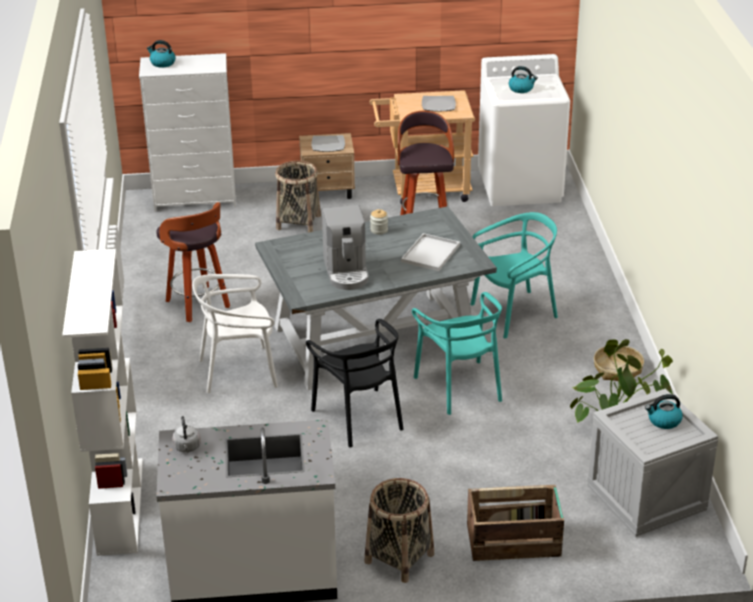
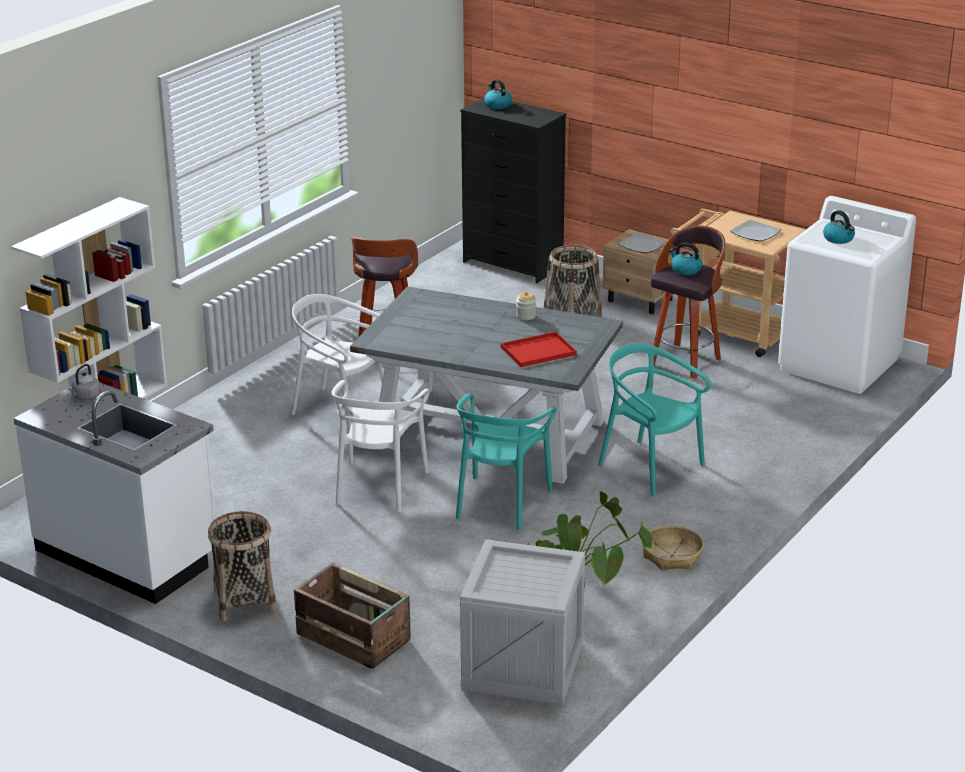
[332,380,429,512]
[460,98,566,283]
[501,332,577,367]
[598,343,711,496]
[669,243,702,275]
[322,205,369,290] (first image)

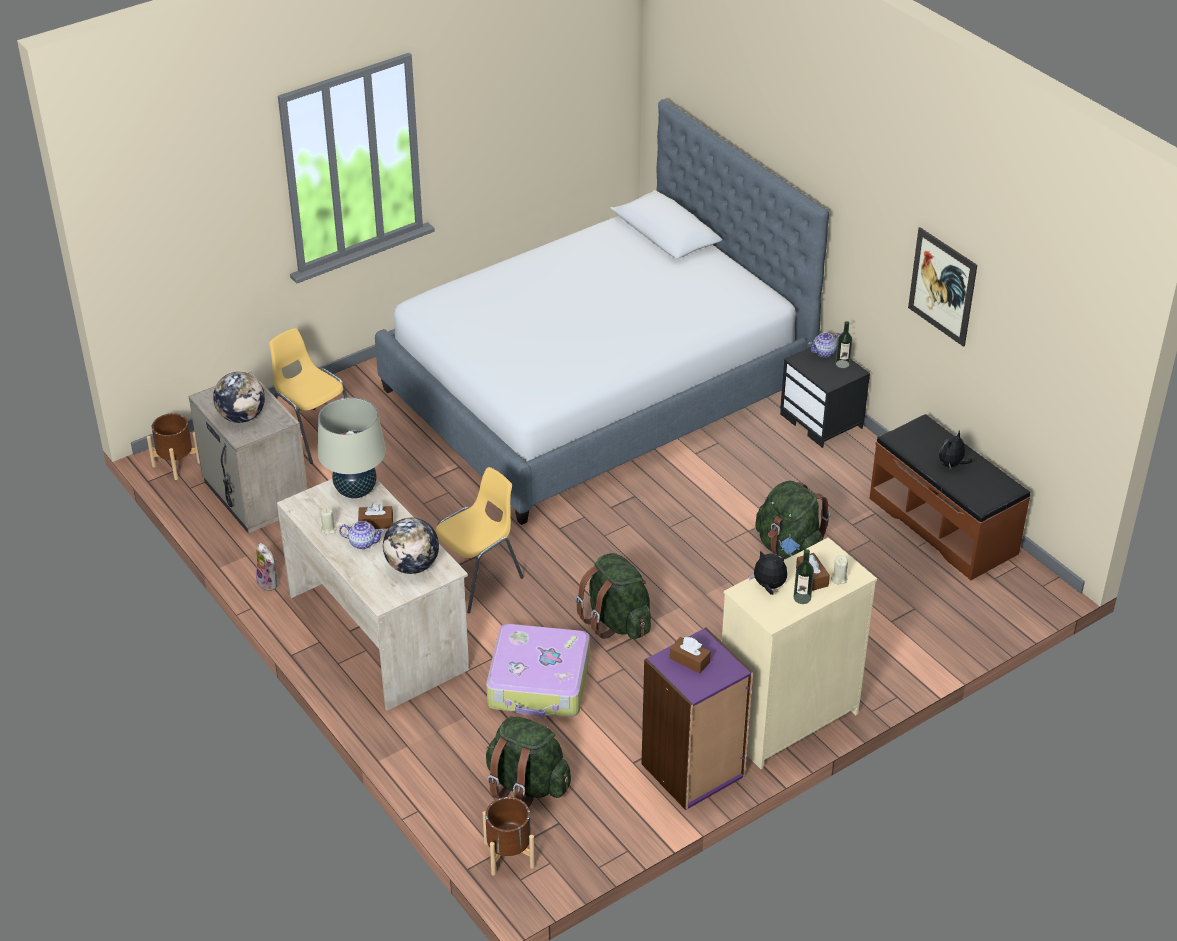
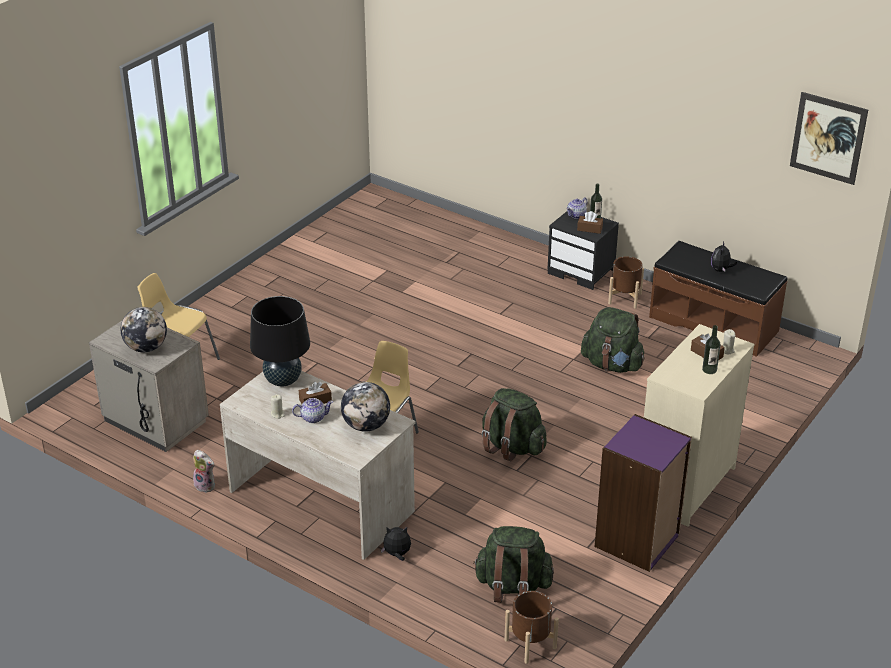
[250,296,310,386]
[381,527,411,561]
[577,211,603,234]
[608,256,644,309]
[790,92,868,185]
[375,99,829,525] (first image)
[486,624,590,717] (first image)

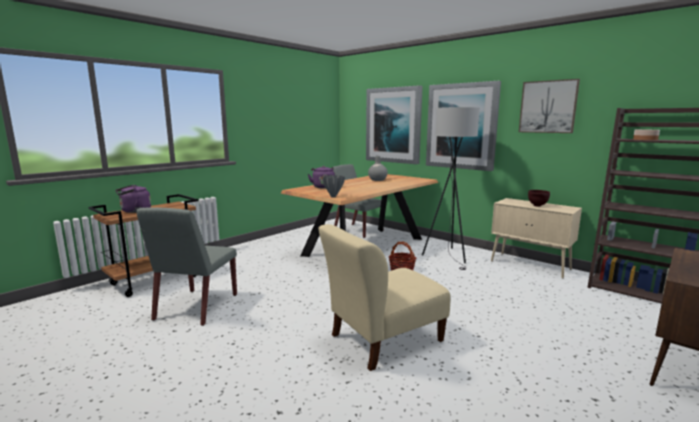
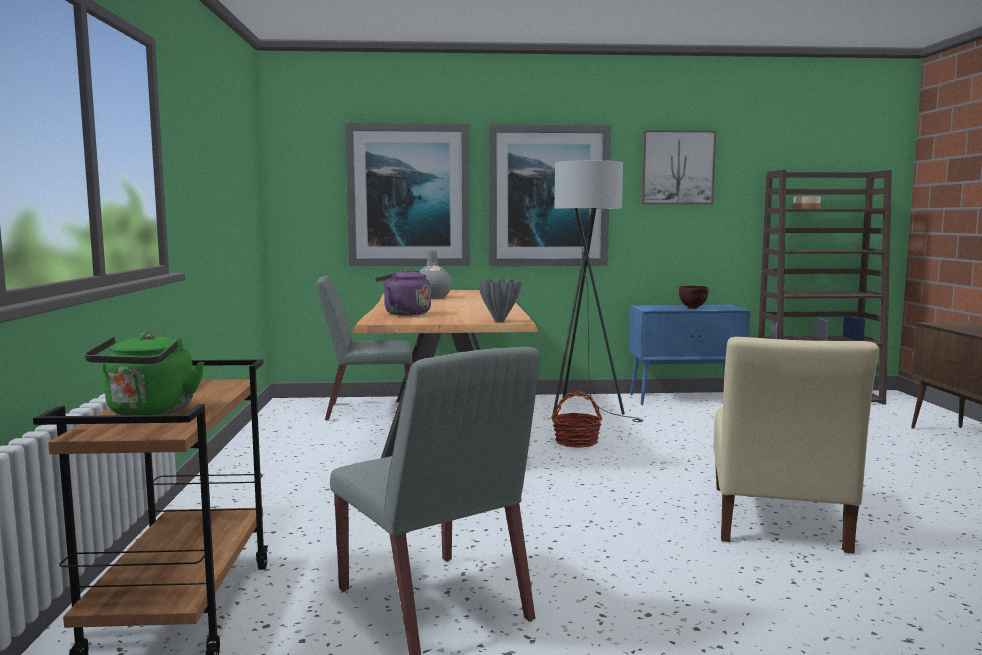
[85,332,205,415]
[629,305,751,405]

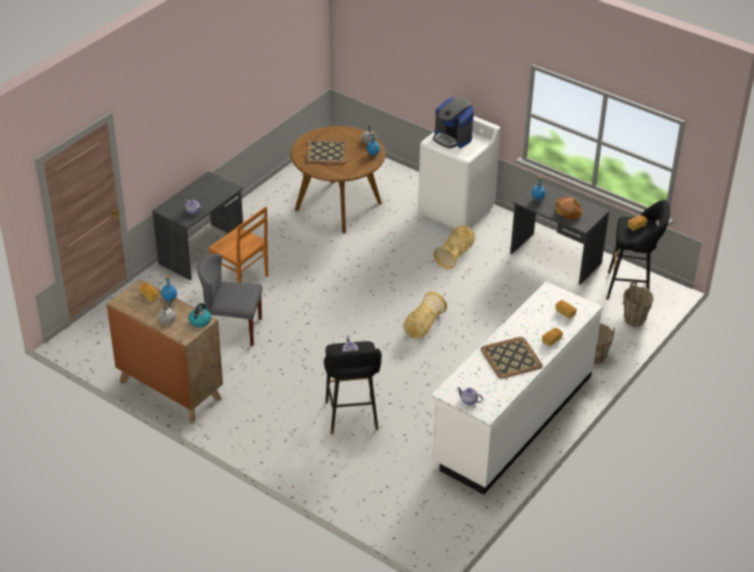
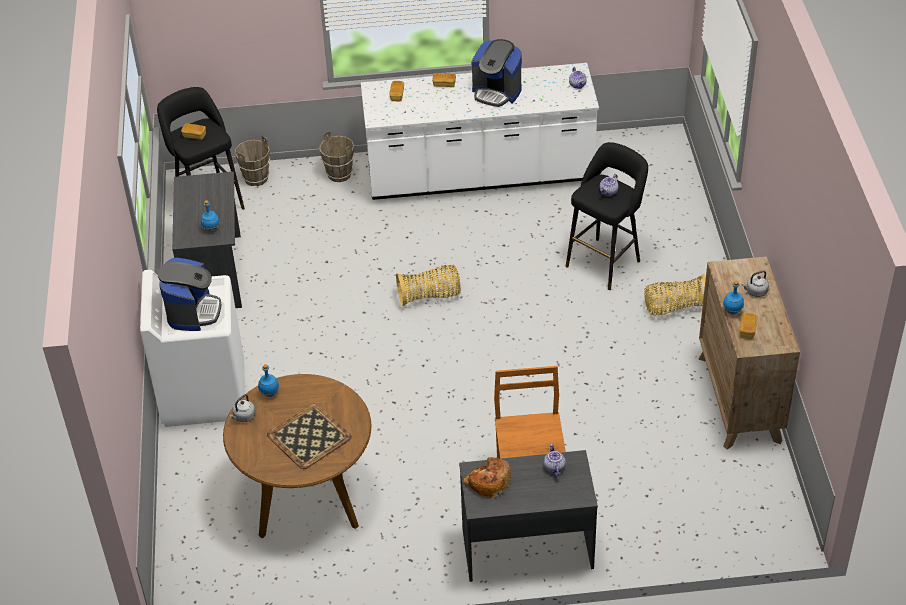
[464,457,511,498]
[471,39,522,107]
[644,274,706,316]
[188,303,211,327] (first image)
[198,253,263,346] (first image)

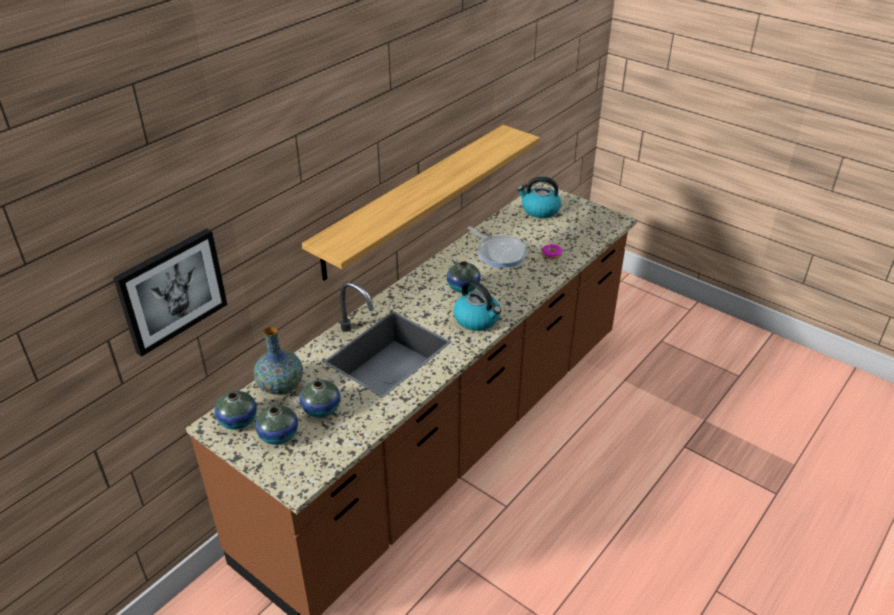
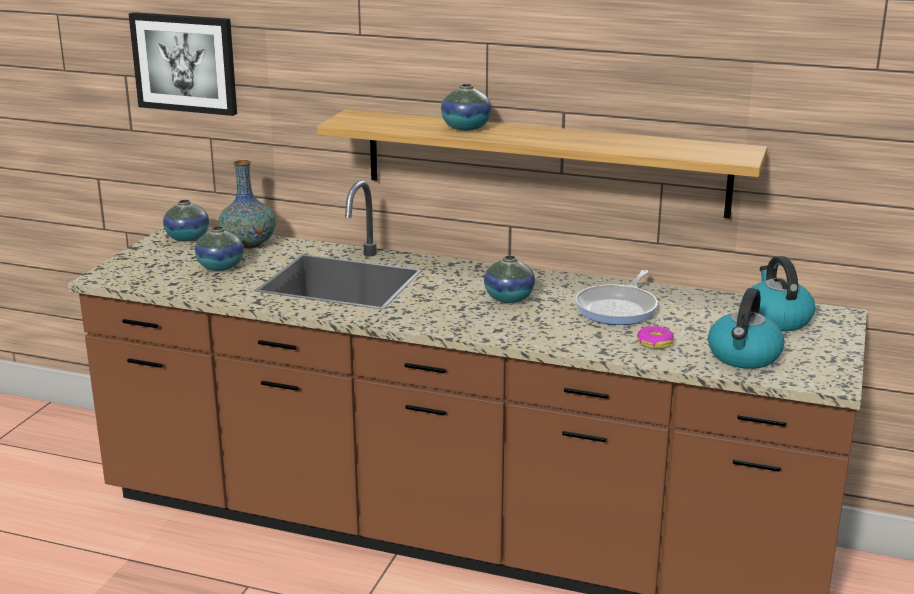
[441,84,492,131]
[708,288,784,369]

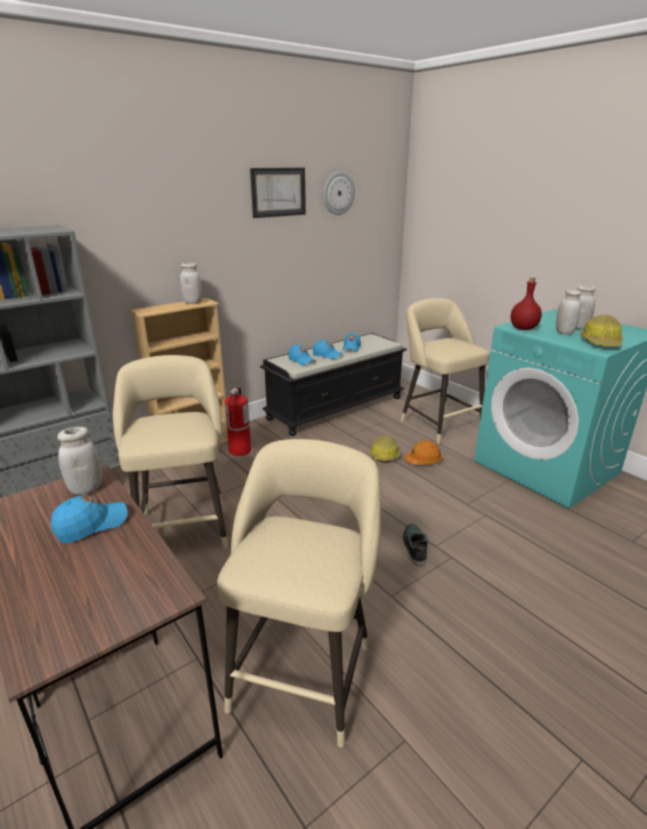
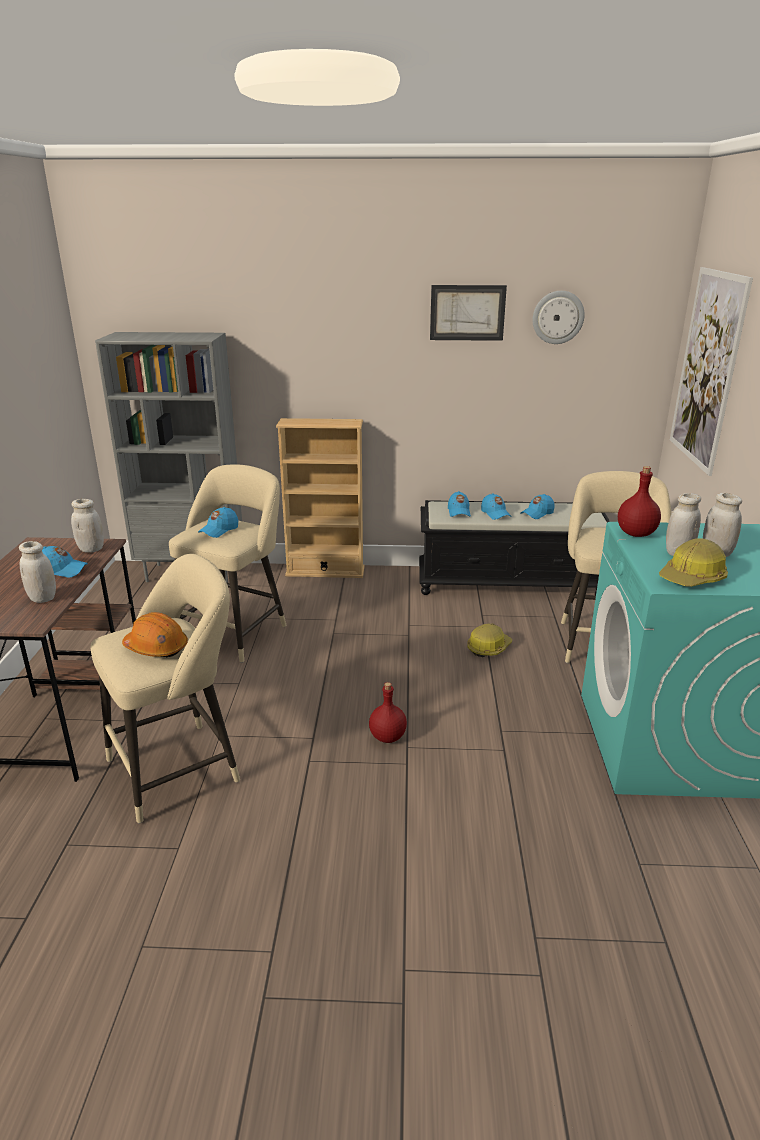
[19,541,56,603]
[122,612,188,658]
[198,507,238,538]
[369,682,407,743]
[670,267,753,476]
[225,387,251,456] (first image)

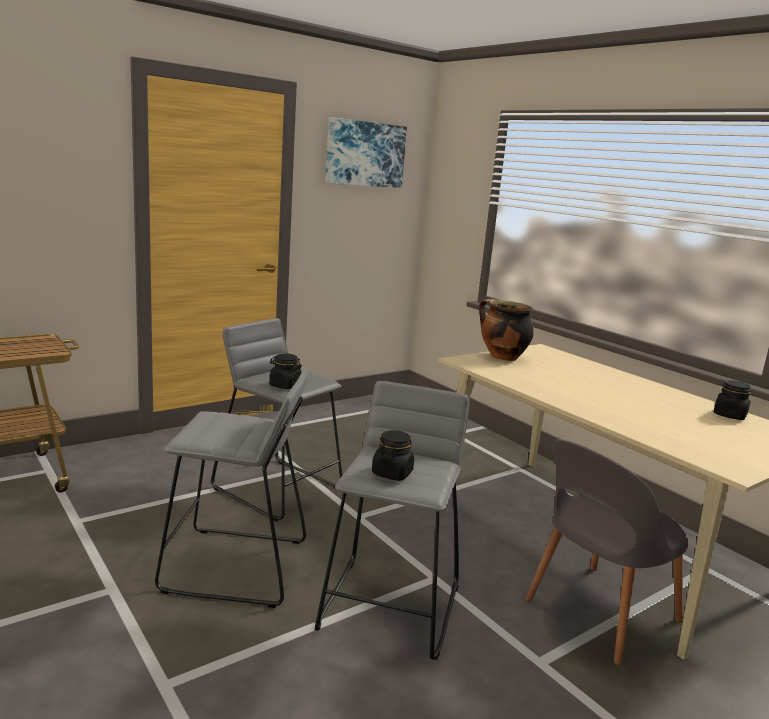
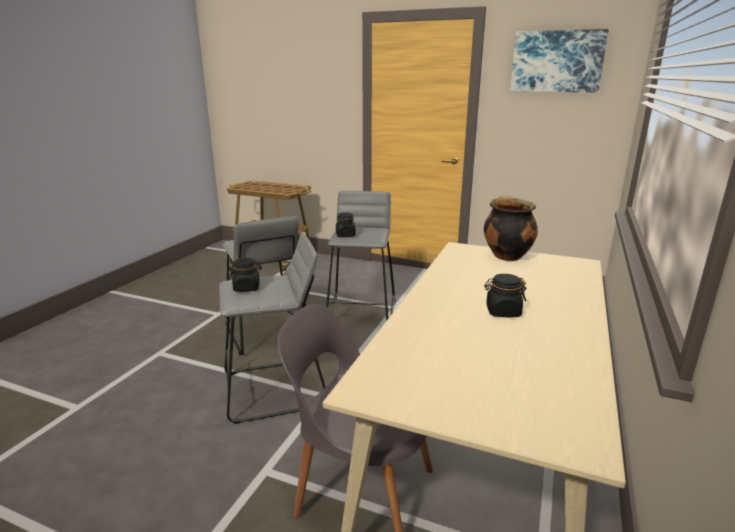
[484,274,527,317]

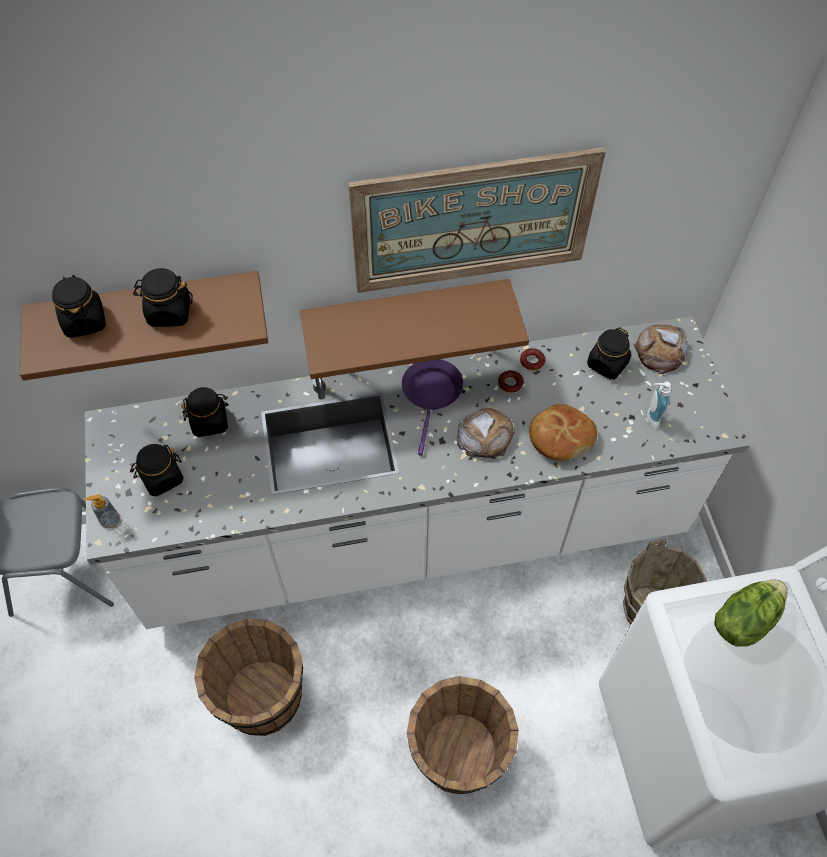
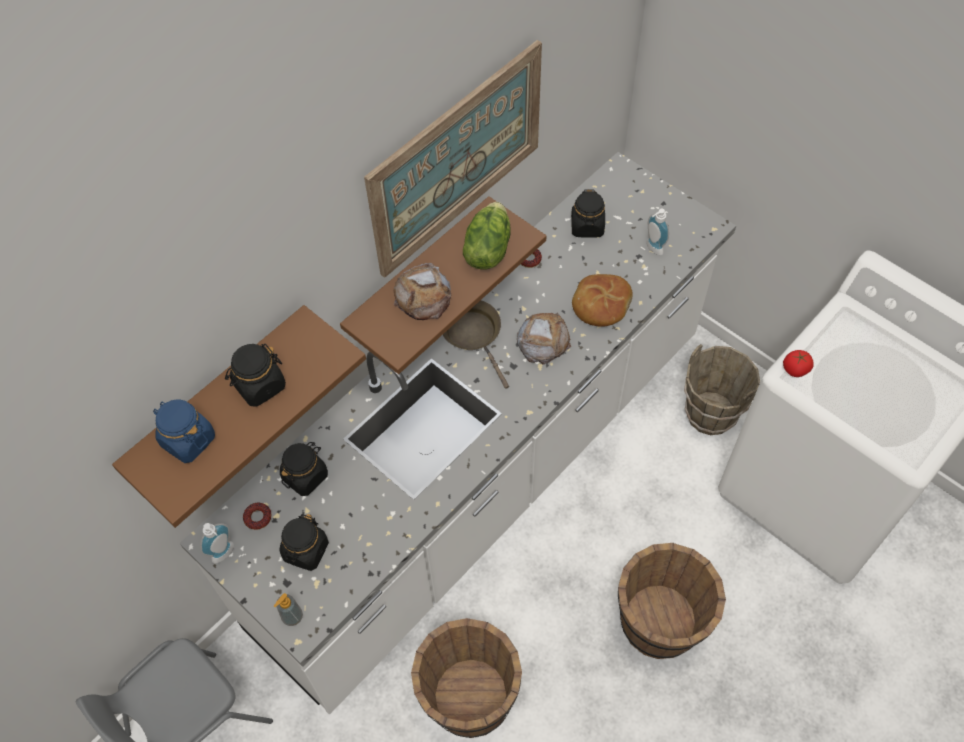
[153,399,215,463]
[200,523,234,564]
[243,503,272,530]
[394,263,451,320]
[443,300,509,389]
[463,202,511,270]
[783,350,814,377]

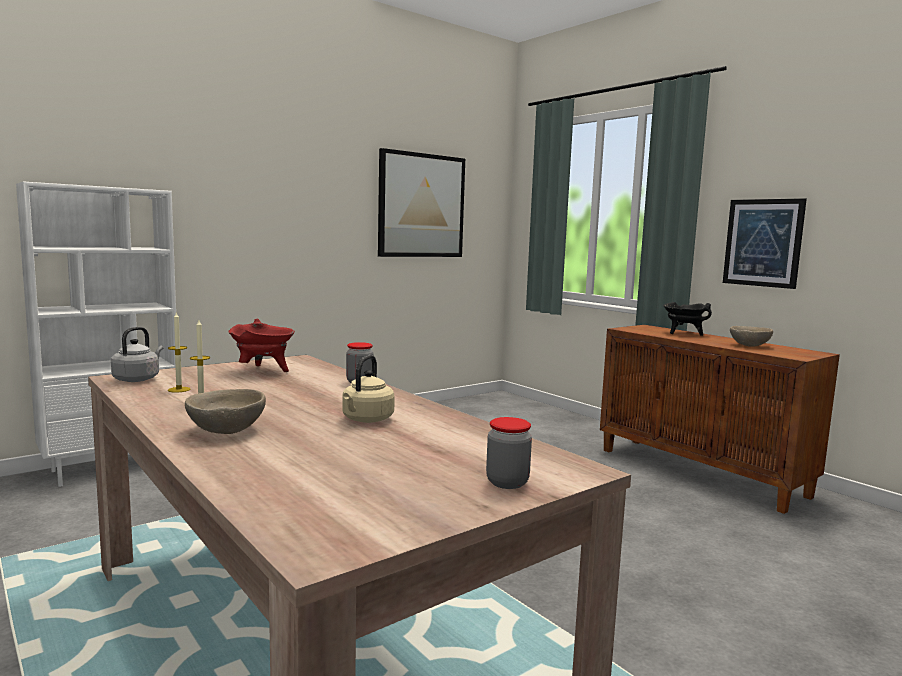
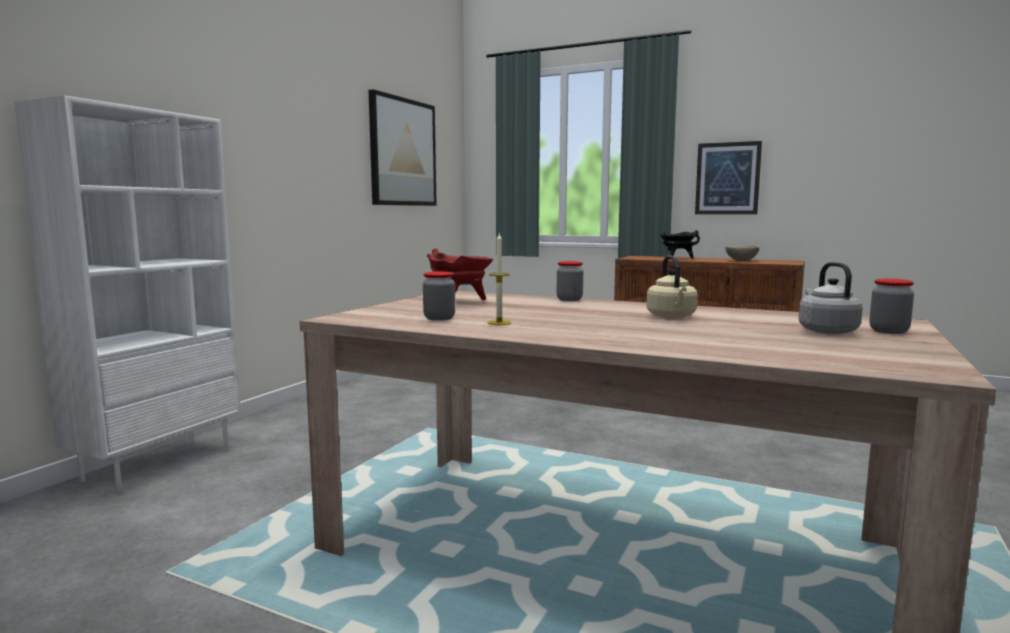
[423,271,455,321]
[799,262,863,334]
[185,389,266,434] (first image)

